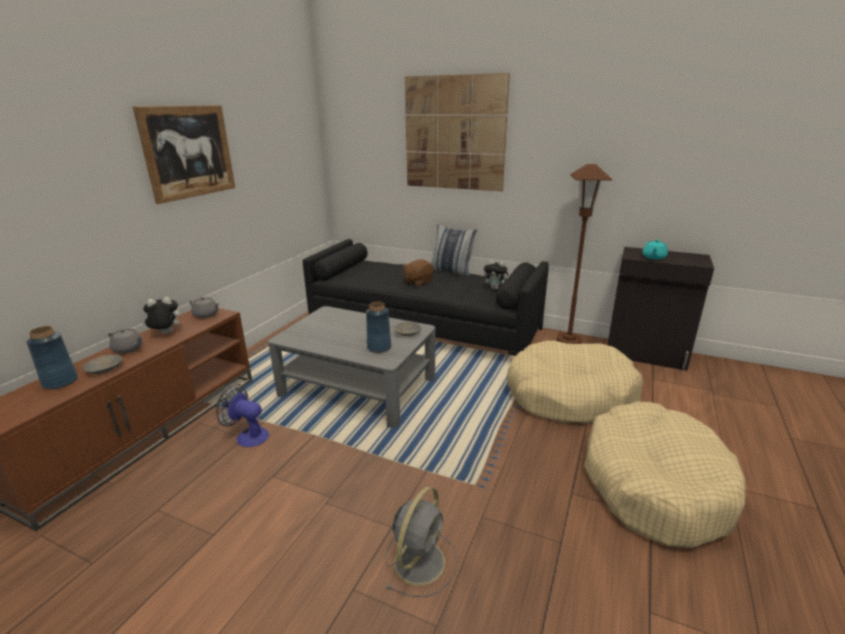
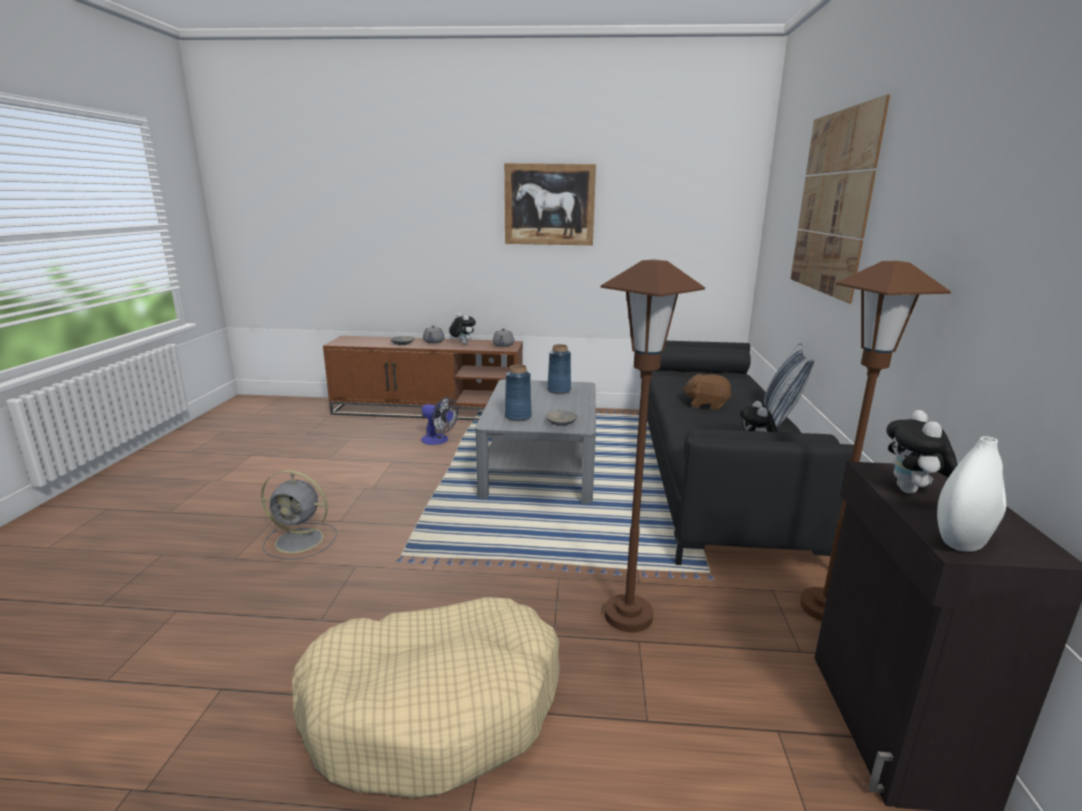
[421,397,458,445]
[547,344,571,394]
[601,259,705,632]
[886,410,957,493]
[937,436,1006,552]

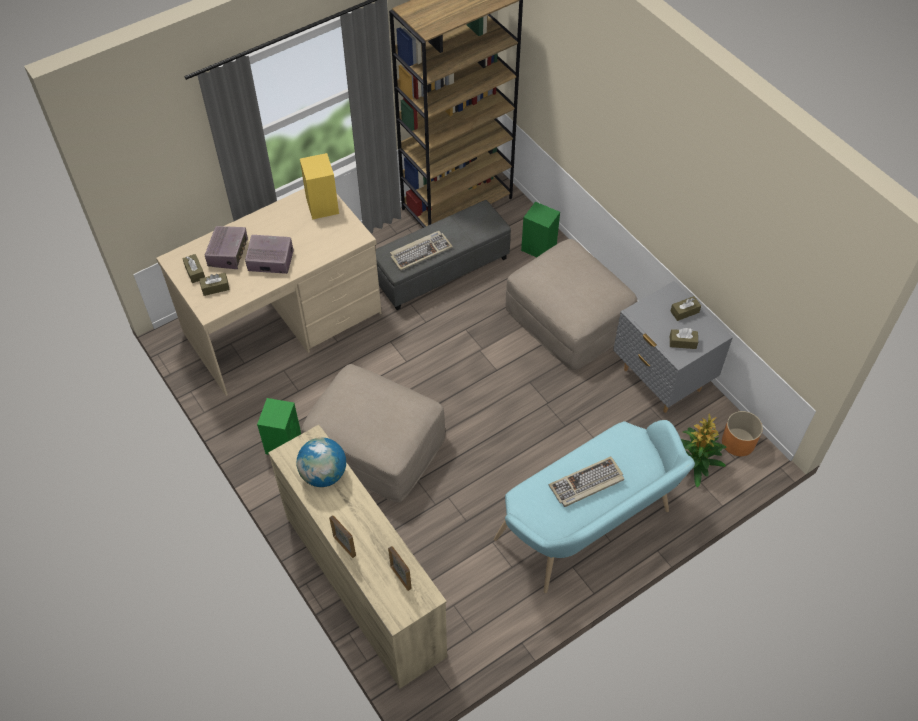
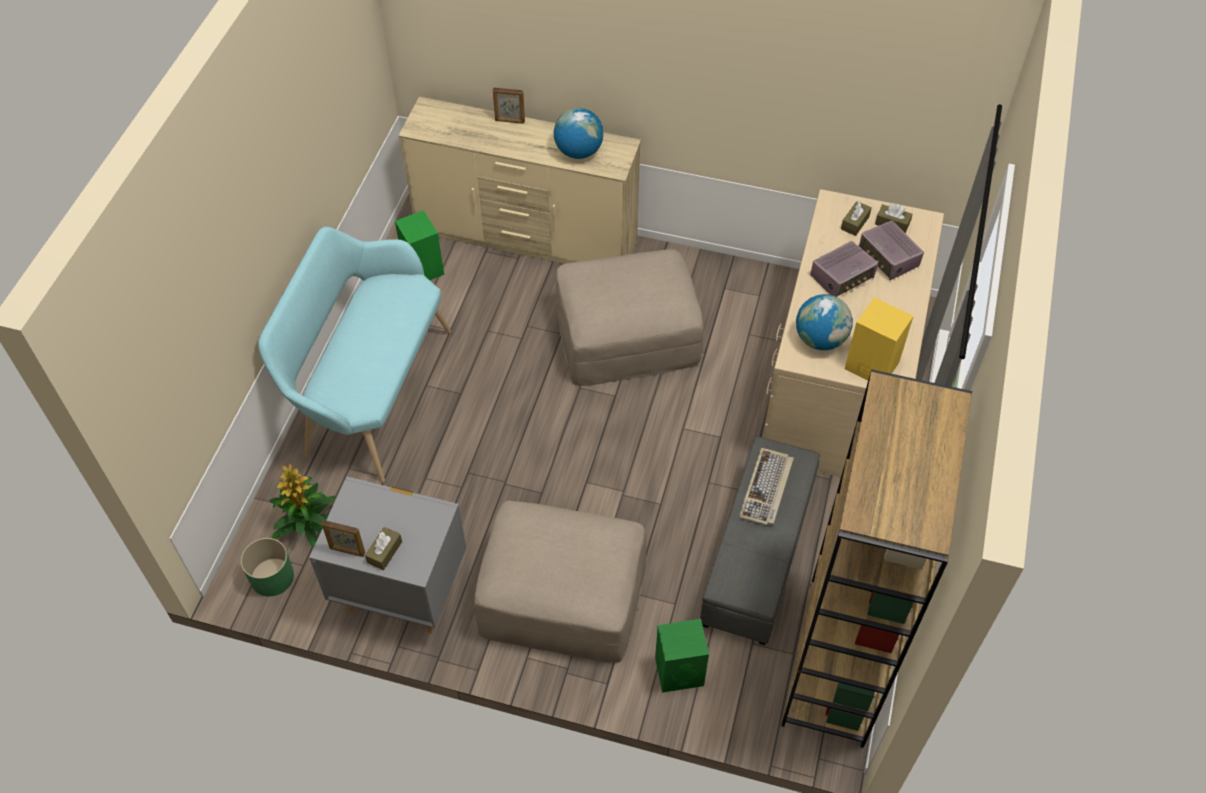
[241,538,294,596]
[321,520,365,557]
[395,210,444,280]
[796,294,853,350]
[549,456,624,507] (first image)
[670,328,698,349] (first image)

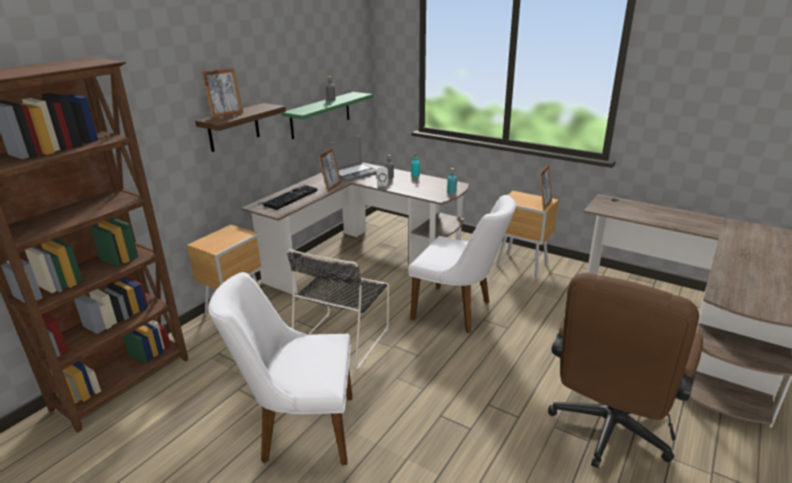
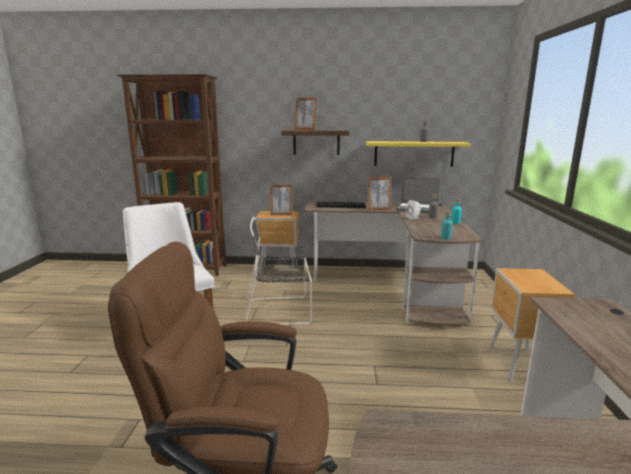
[270,184,293,215]
[366,141,471,167]
[408,195,516,333] (first image)

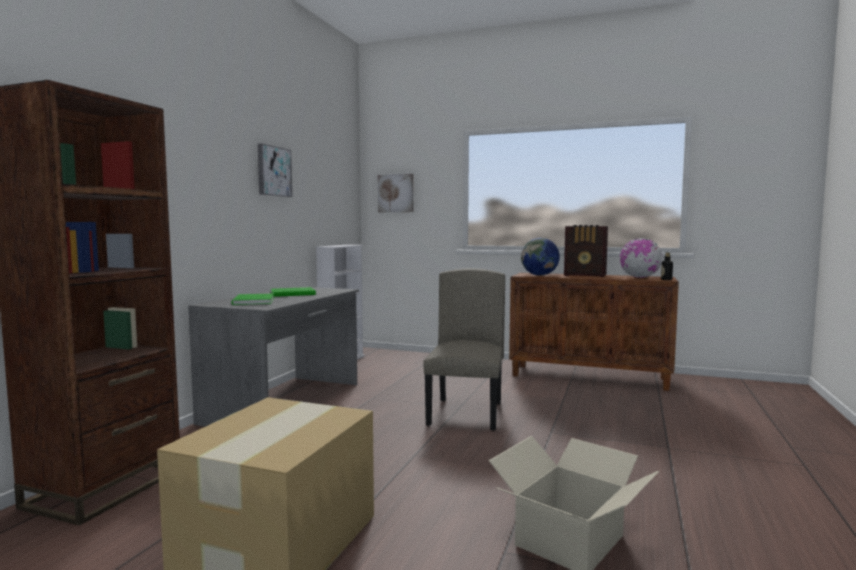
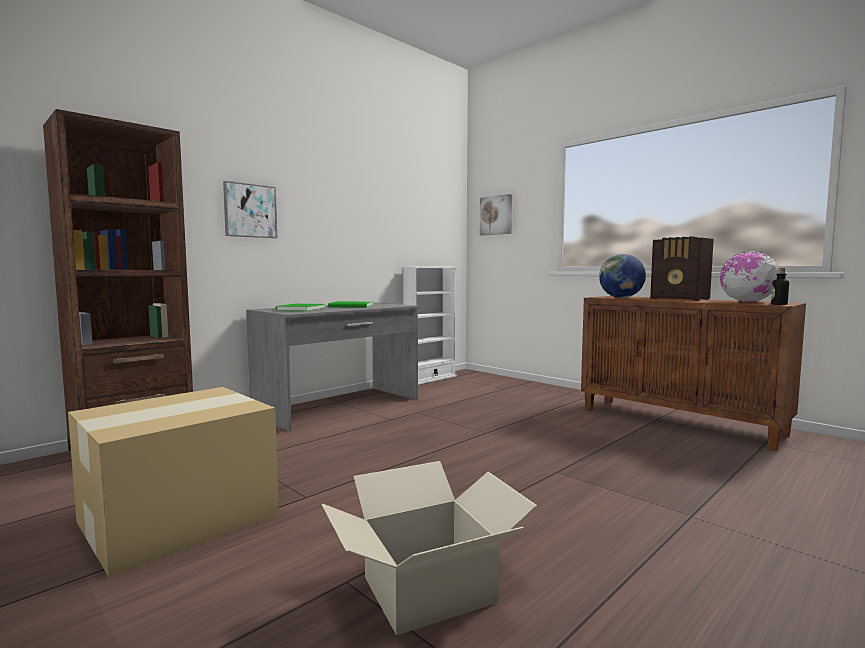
[223,181,277,238]
[423,268,505,431] (first image)

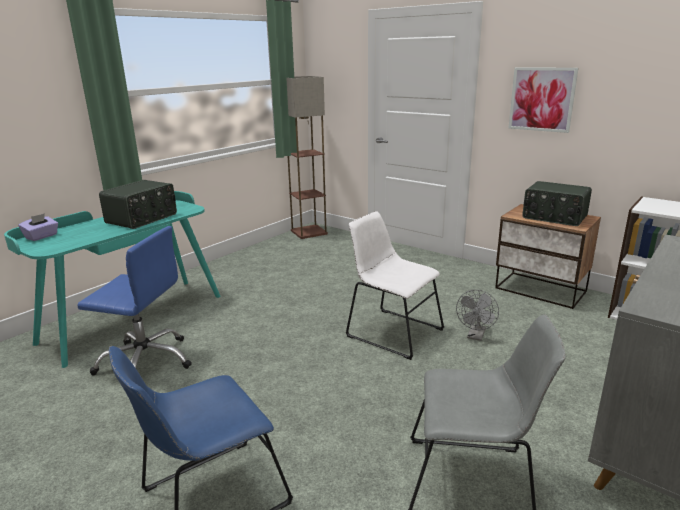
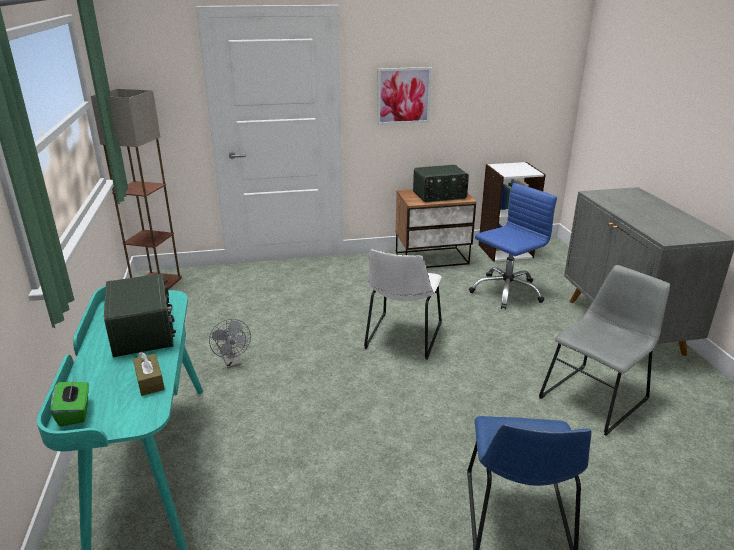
[51,379,89,427]
[133,352,165,396]
[209,319,251,368]
[364,249,442,360]
[469,183,557,310]

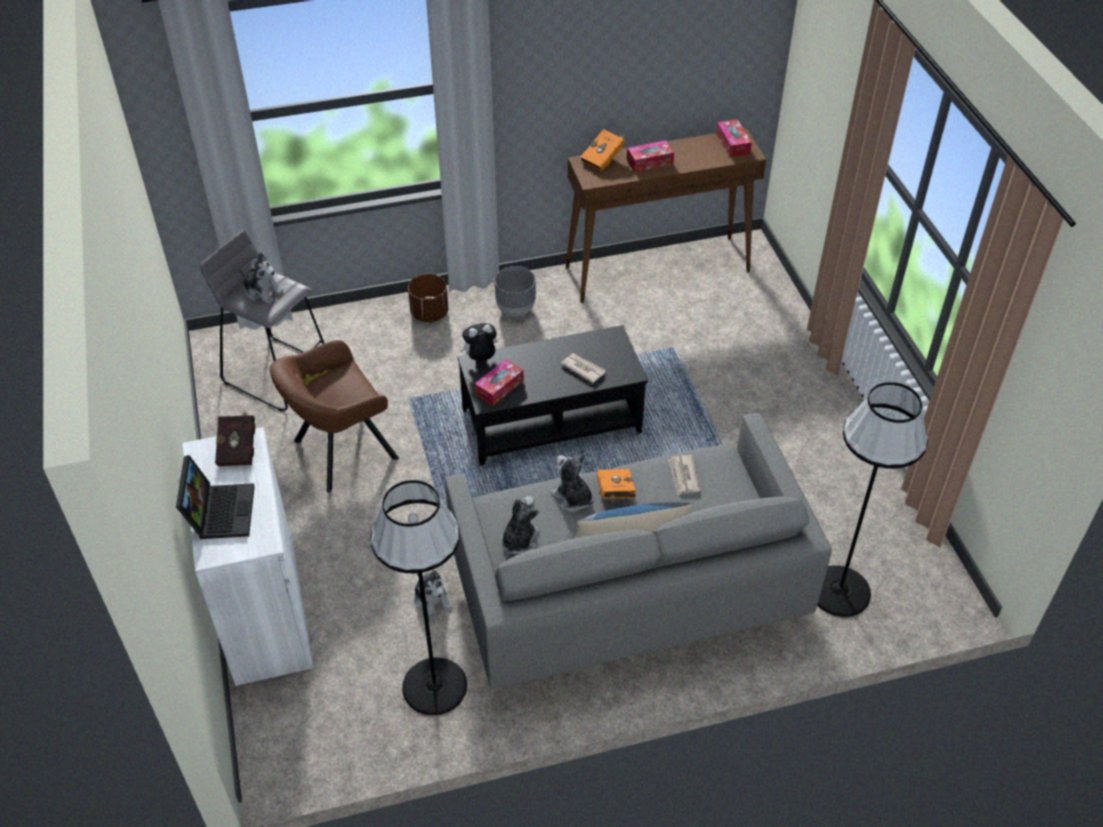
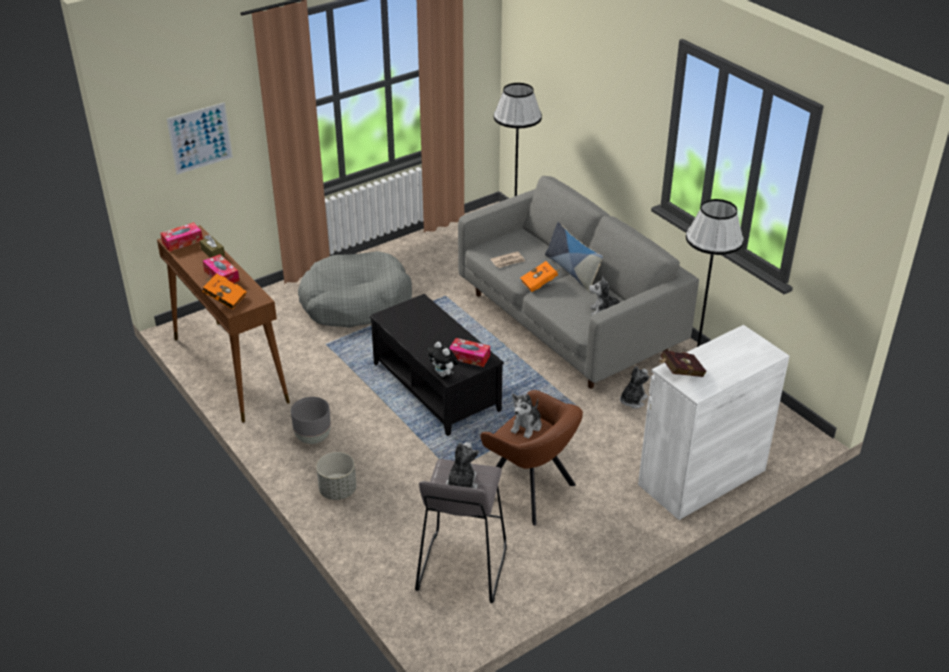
[167,102,233,174]
[200,235,225,258]
[298,251,412,328]
[316,452,356,500]
[511,394,542,439]
[176,455,255,539] (first image)
[561,353,606,383] (first image)

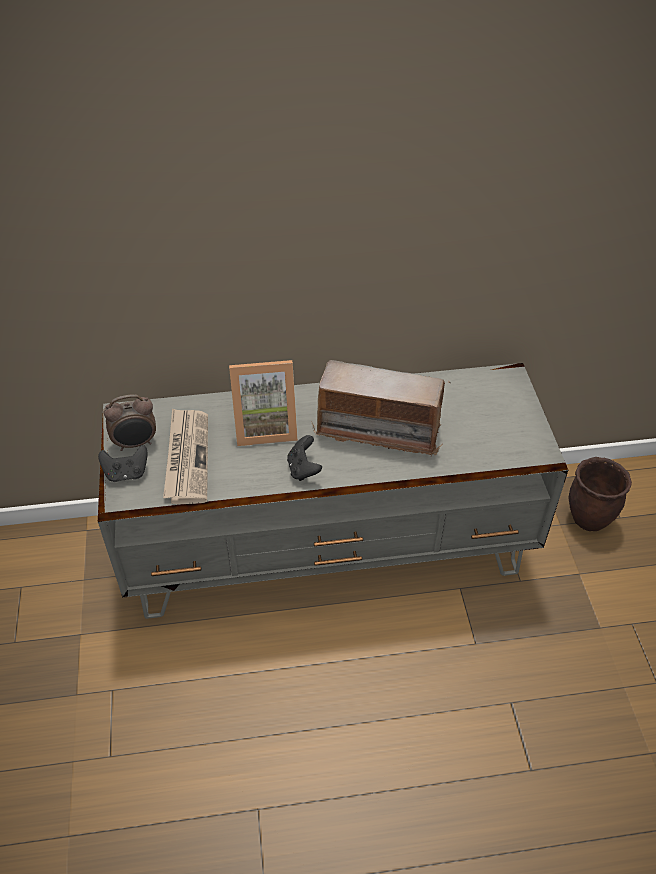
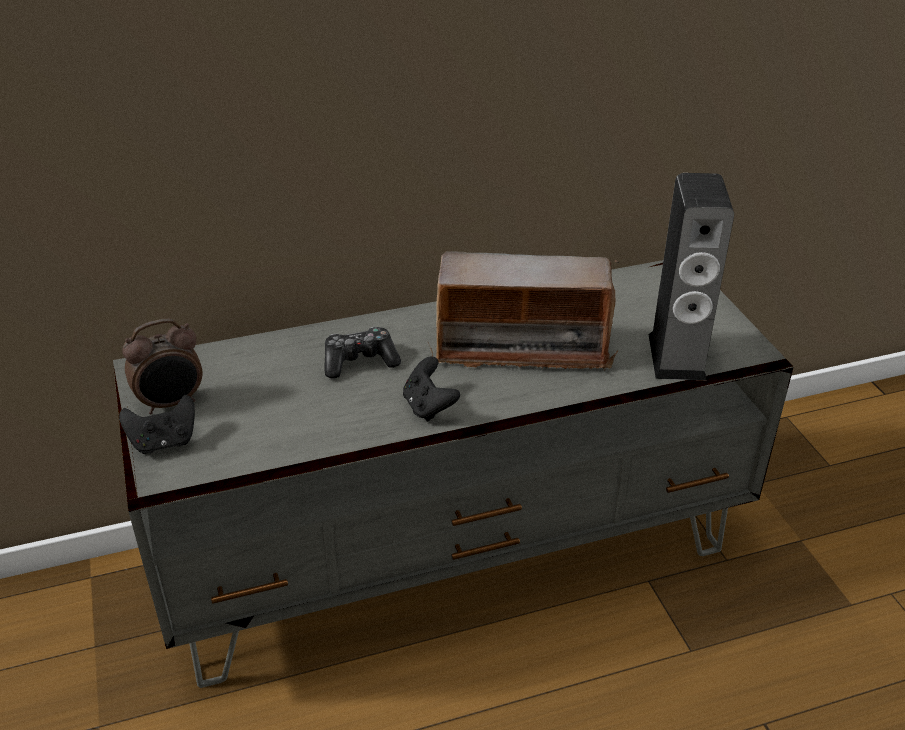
[324,327,401,378]
[648,173,734,380]
[163,408,208,504] (first image)
[569,457,632,531] (first image)

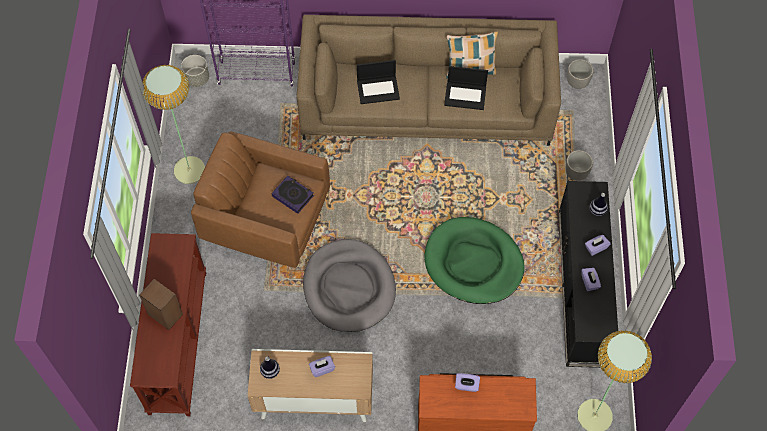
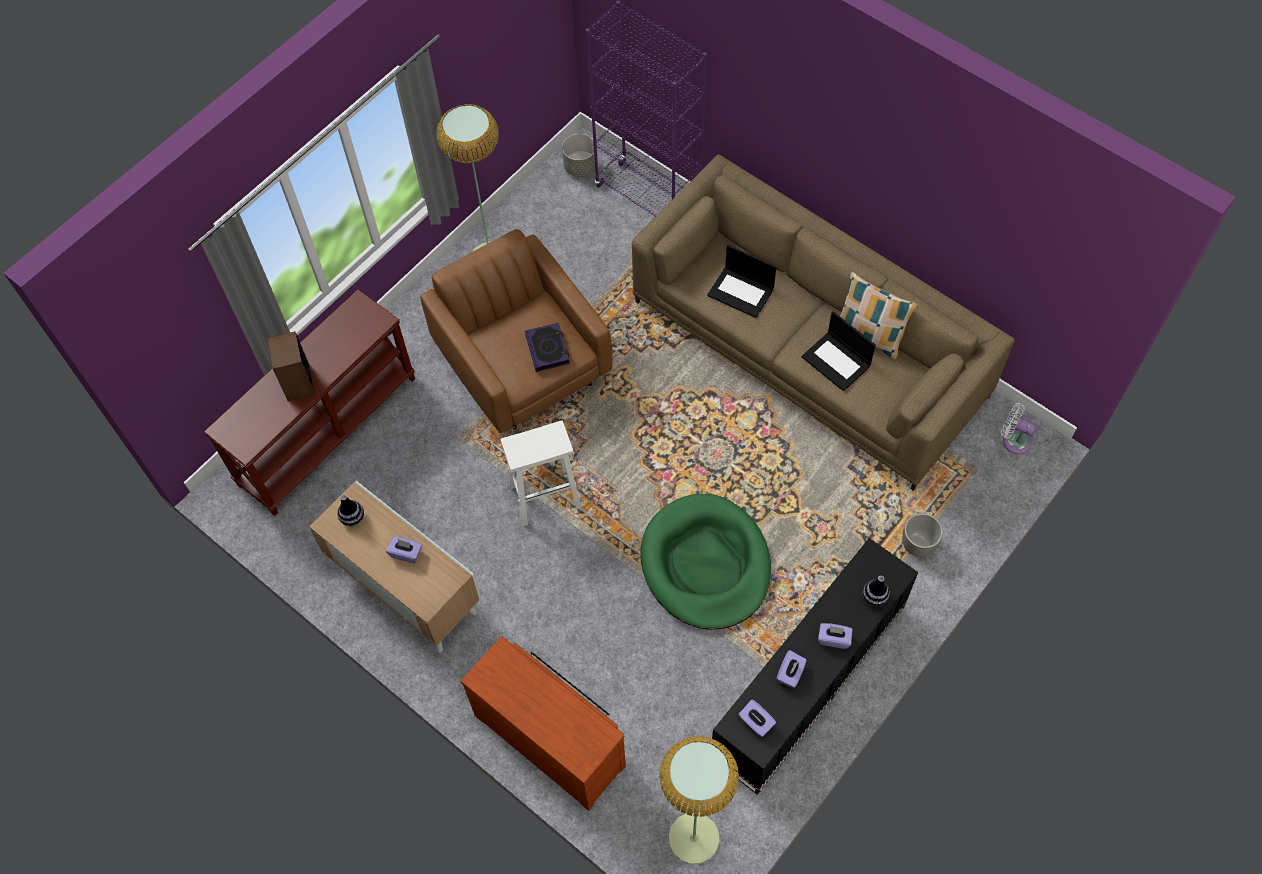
[501,420,582,526]
[738,699,776,737]
[1001,403,1037,454]

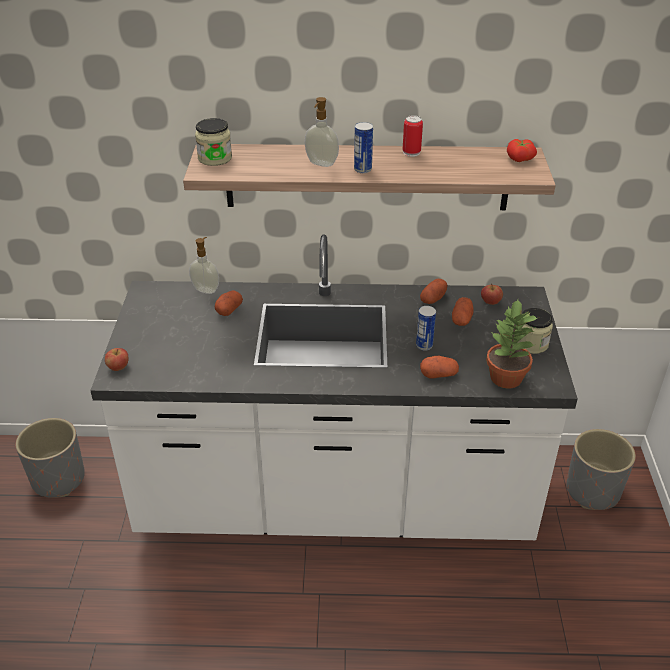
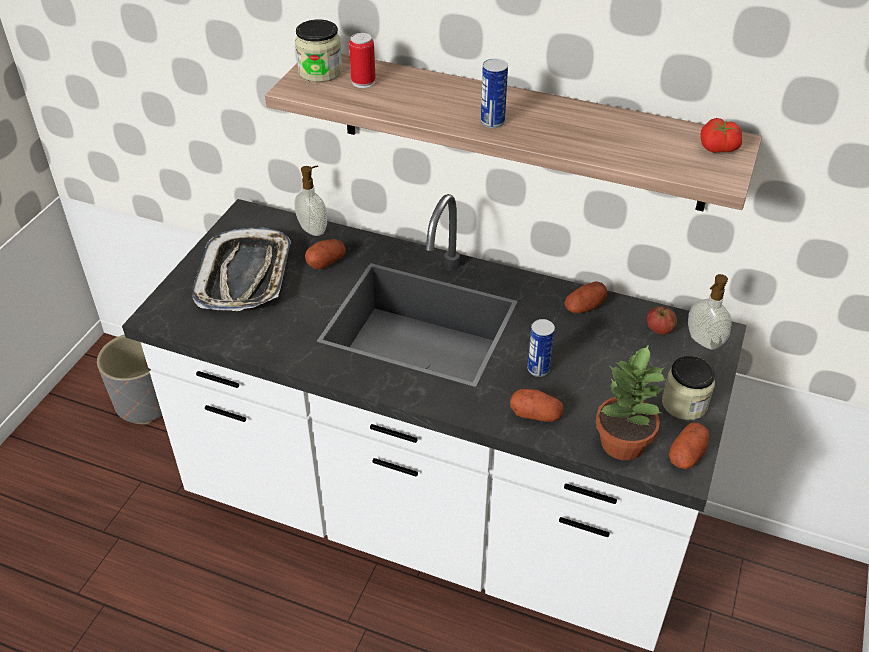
[192,228,291,311]
[349,33,376,88]
[669,423,709,469]
[688,274,732,350]
[105,348,129,371] (first image)
[567,429,636,510] (first image)

